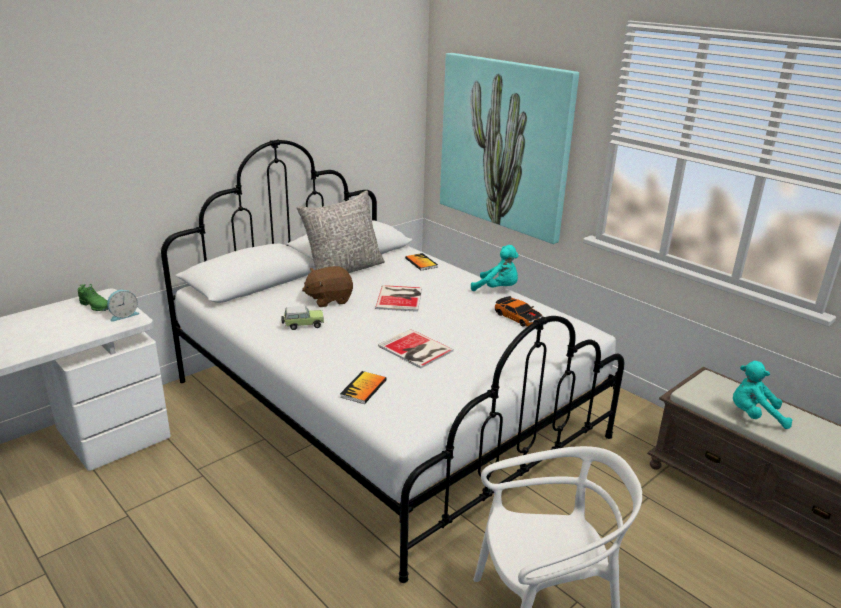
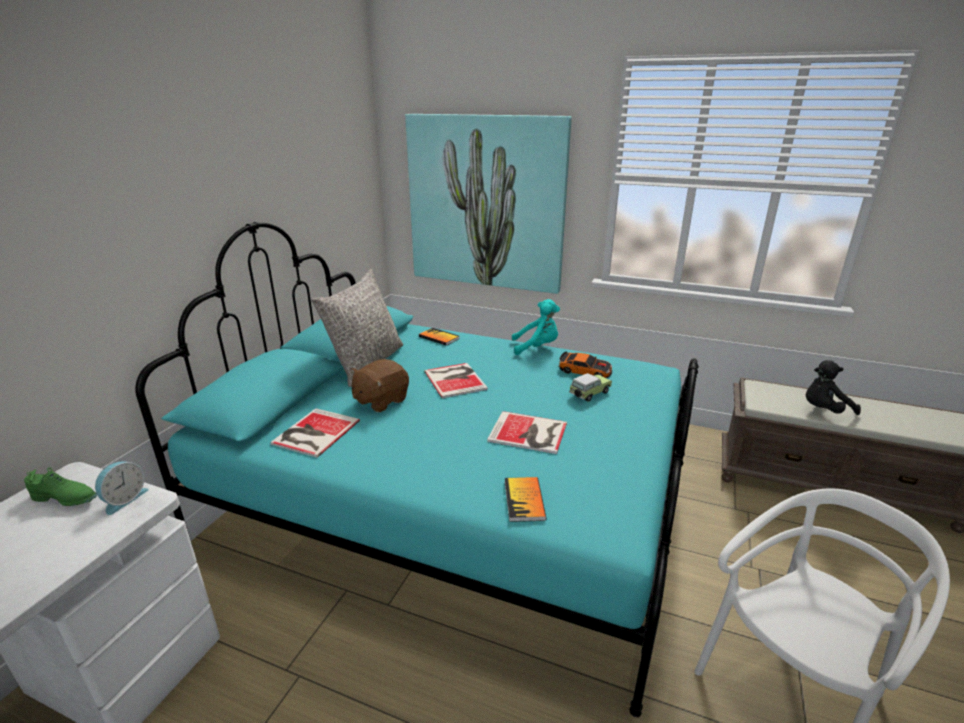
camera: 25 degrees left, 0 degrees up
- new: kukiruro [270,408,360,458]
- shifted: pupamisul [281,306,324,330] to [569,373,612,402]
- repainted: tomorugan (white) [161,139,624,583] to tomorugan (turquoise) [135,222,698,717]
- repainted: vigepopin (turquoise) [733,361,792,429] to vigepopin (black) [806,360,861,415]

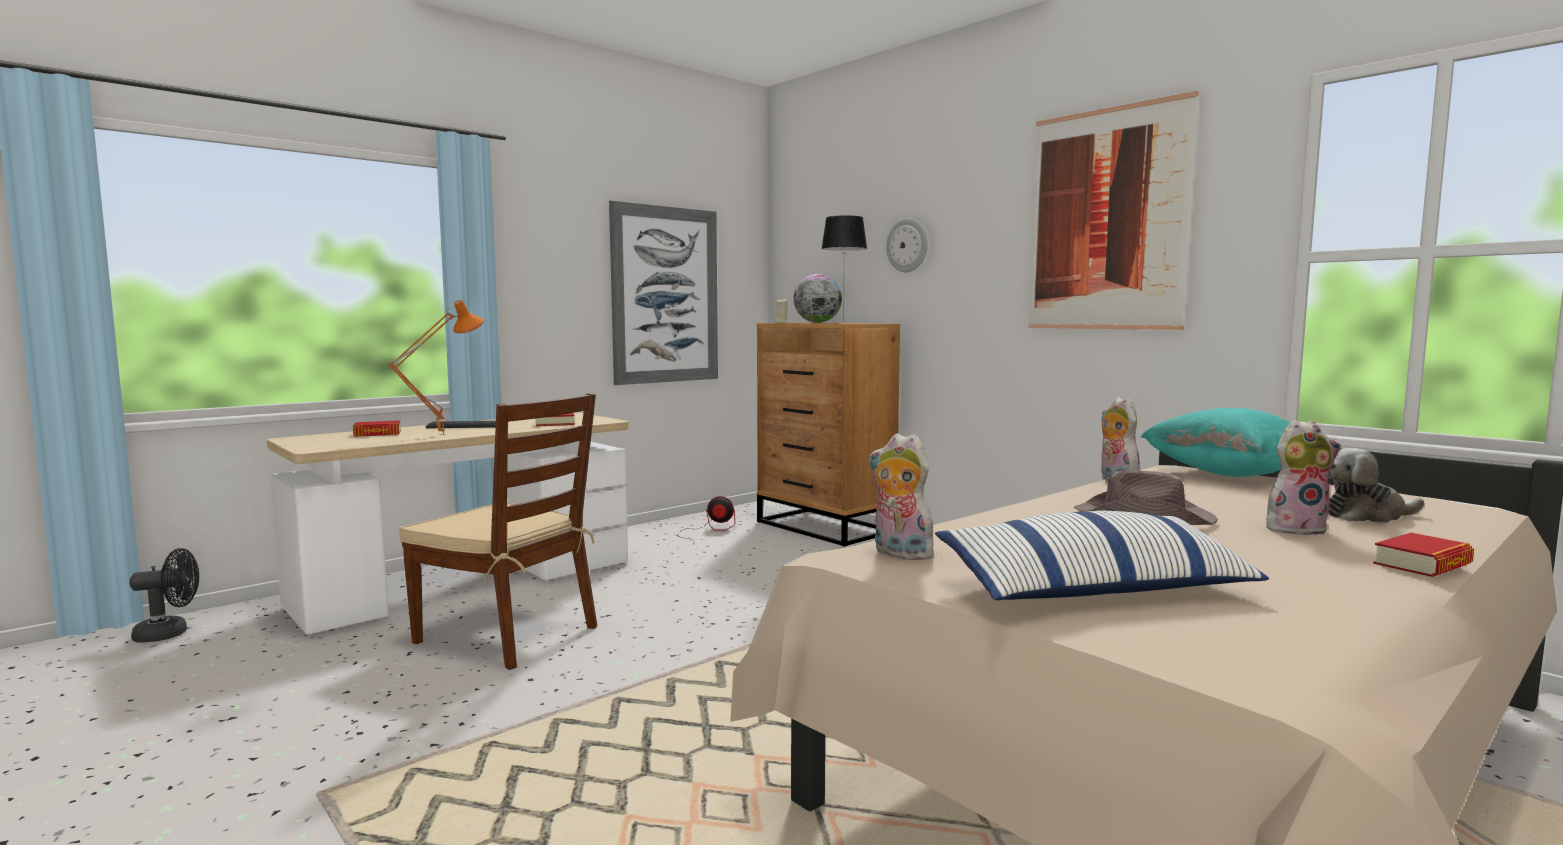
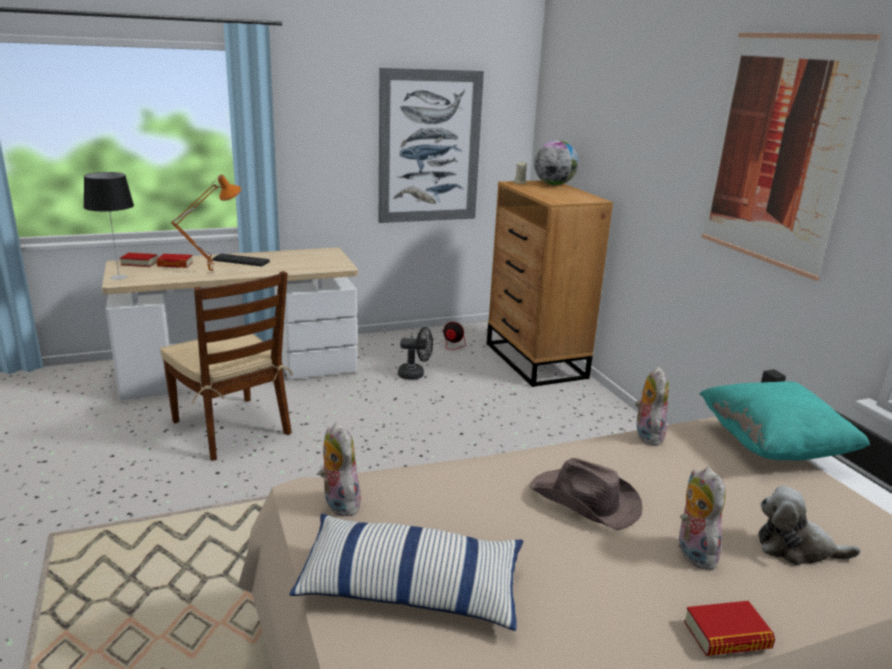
camera: 20 degrees right, 15 degrees up
- gone: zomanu [886,219,928,272]
- shifted: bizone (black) [129,548,199,643] to [398,327,433,380]
- shifted: kukiruro [536,413,575,426] to [120,253,158,267]
- shifted: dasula [821,216,867,321] to [84,172,134,280]
- rotated: vigepopin [1266,420,1341,535] = [678,467,726,570] 120 degrees counterclockwise

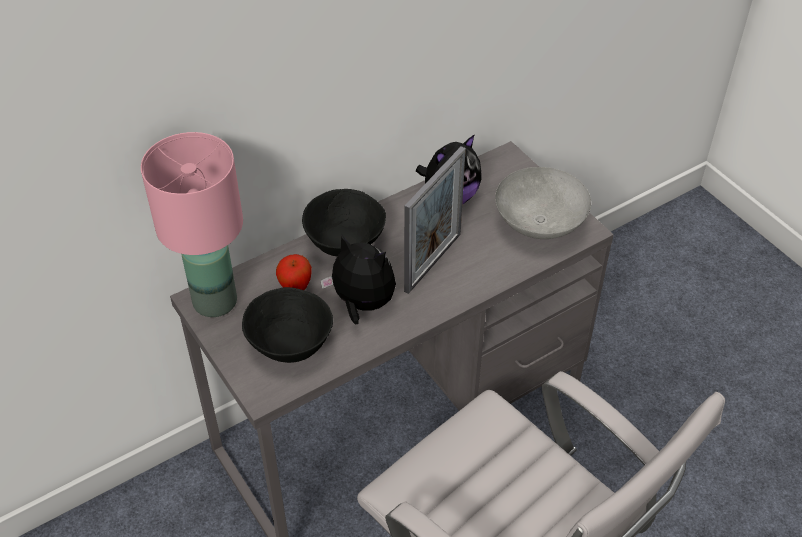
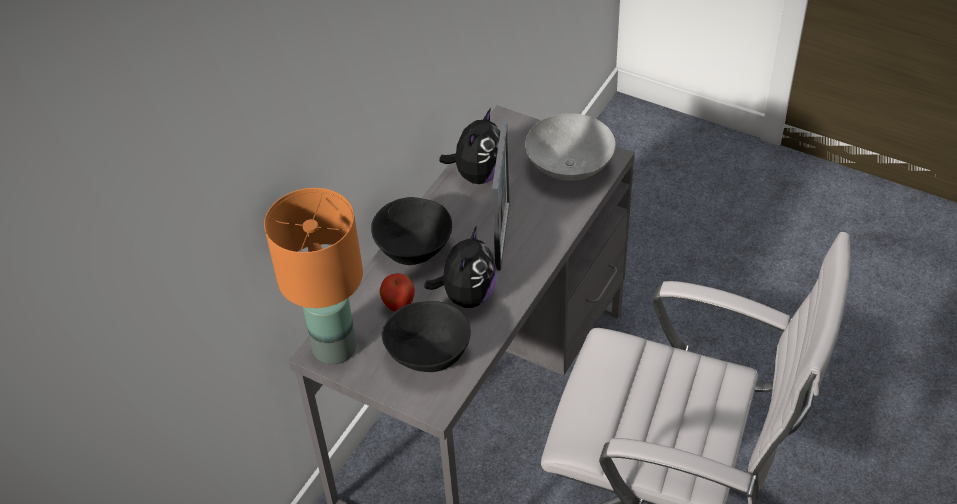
camera: 25 degrees left, 0 degrees up
- repainted: dasula (pink) [141,132,243,317] to dasula (orange) [264,188,363,365]
- rotated: vigepopin [320,234,396,325] = [424,226,497,308] 105 degrees clockwise

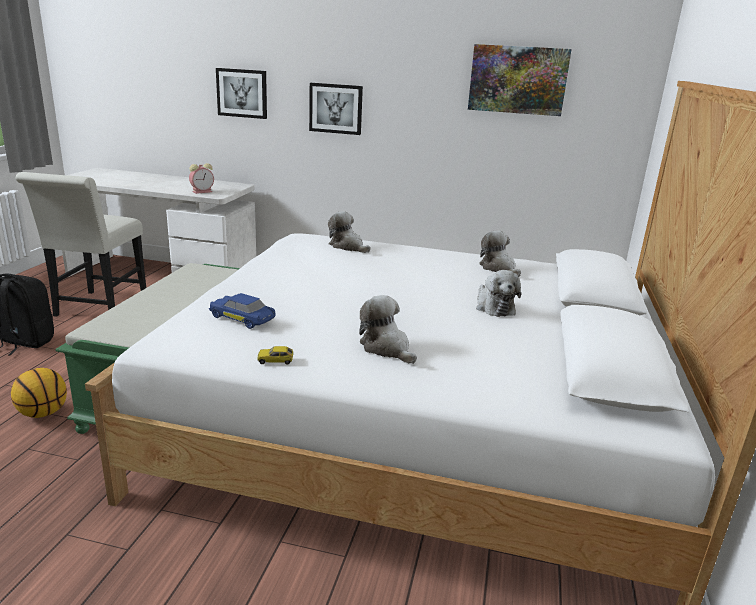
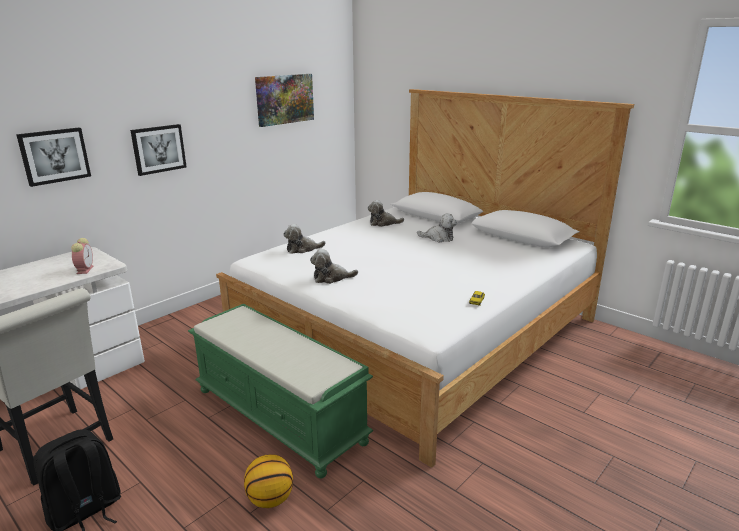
camera: 60 degrees left, 0 degrees up
- gone: pupamisul (blue) [209,293,276,329]
- shifted: vigepopin [359,295,417,364] to [310,249,358,284]

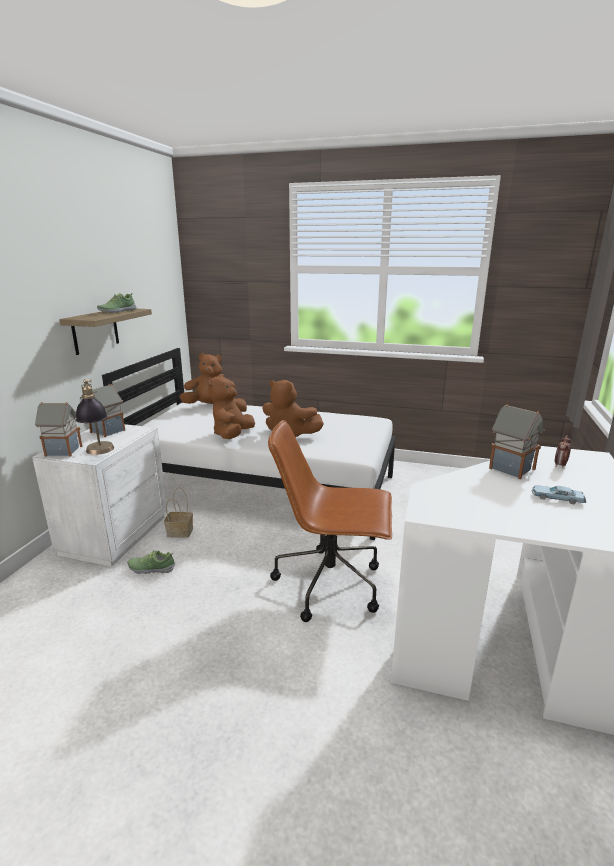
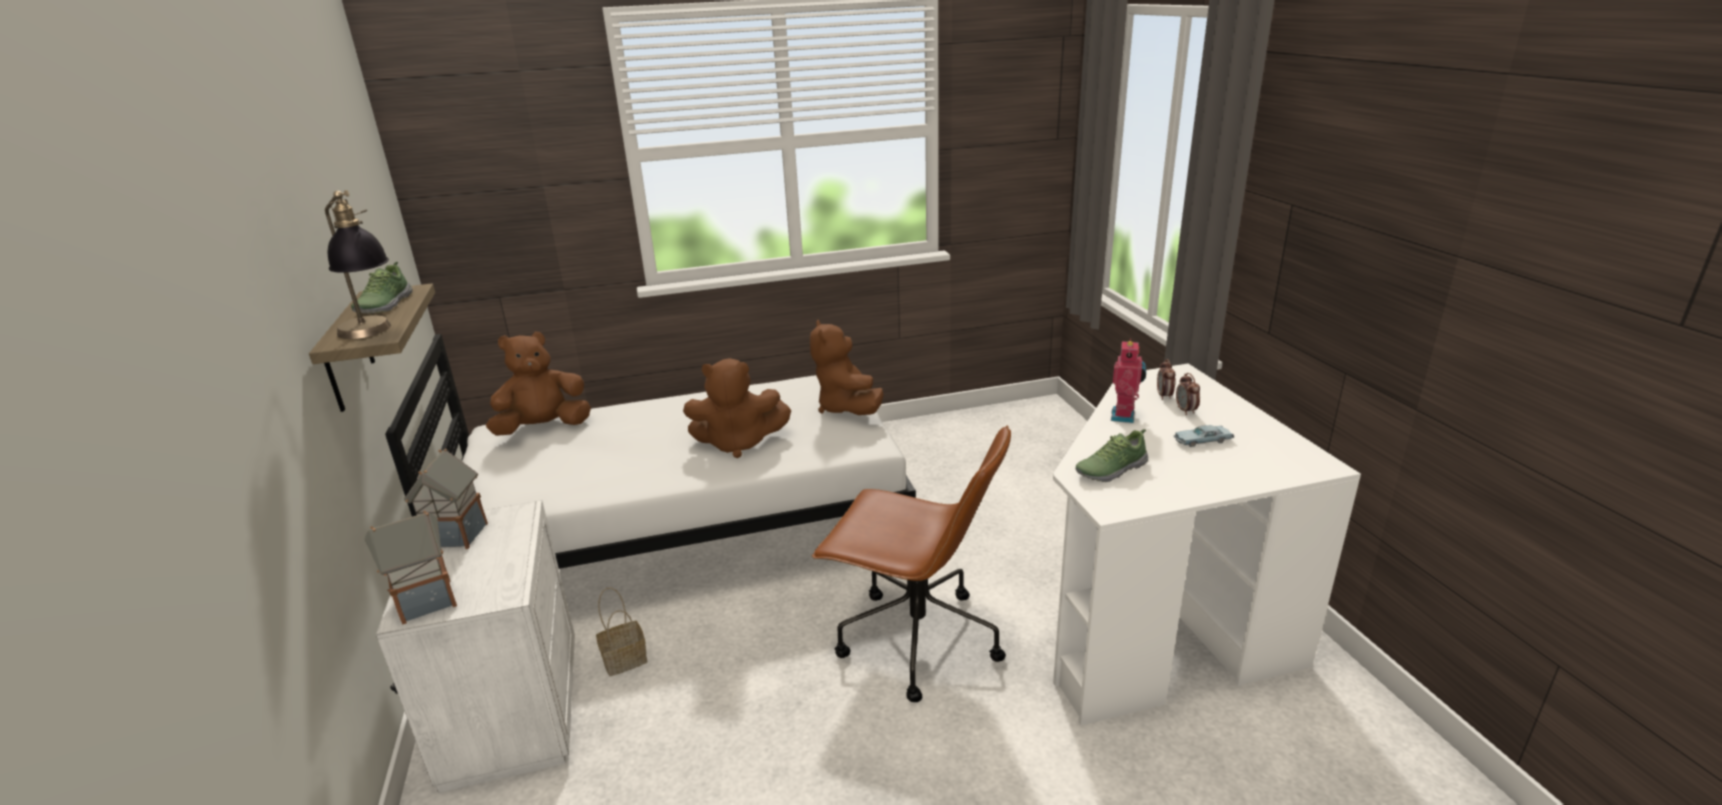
camera: 30 degrees left, 5 degrees up
- new: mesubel [1176,373,1200,415]
- shifted: dasula [76,379,114,455] to [325,190,391,339]
- shifted: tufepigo [127,550,175,574] to [1076,429,1148,482]
- shifted: vigepopin (brown) [208,374,255,439] to [810,320,884,415]
- swapped: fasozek [489,404,545,479] to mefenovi [1111,339,1146,423]
- rotated: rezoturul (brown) [268,420,392,622] = [812,425,1011,702] 135 degrees counterclockwise

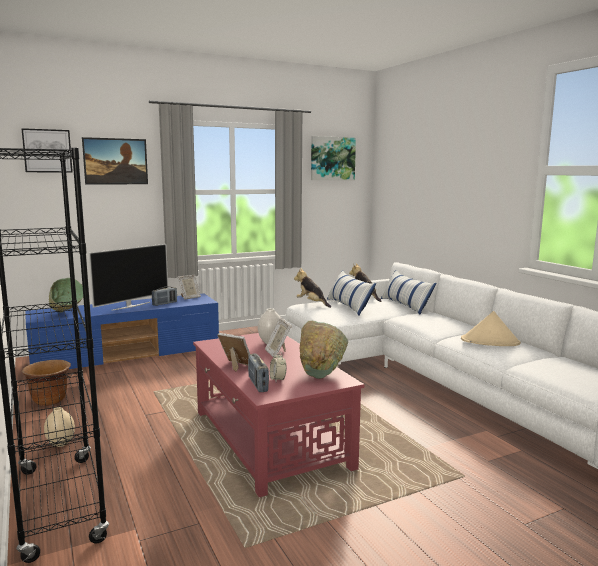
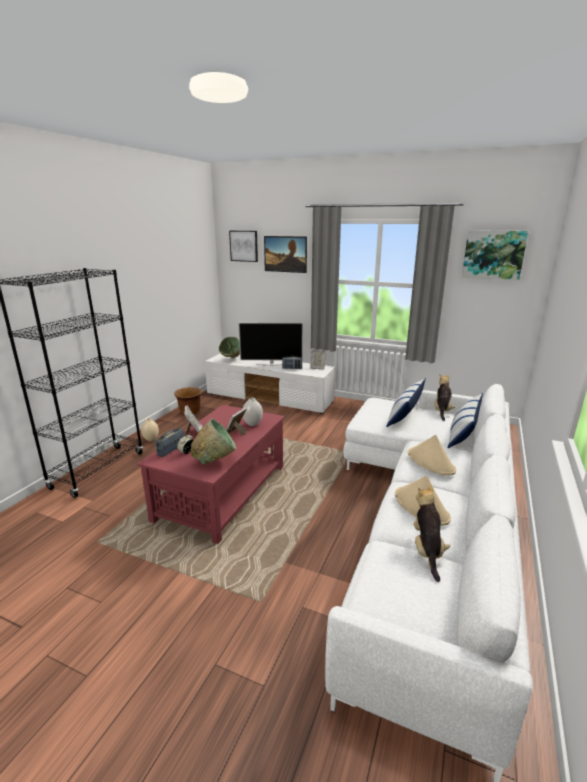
camera: 50 degrees right, 10 degrees up
- new: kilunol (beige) [408,435,456,476]
- shifted: vigepopin [294,268,331,308] to [413,484,450,582]
- repainted: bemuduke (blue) [25,293,219,369] to bemuduke (white) [205,354,336,414]

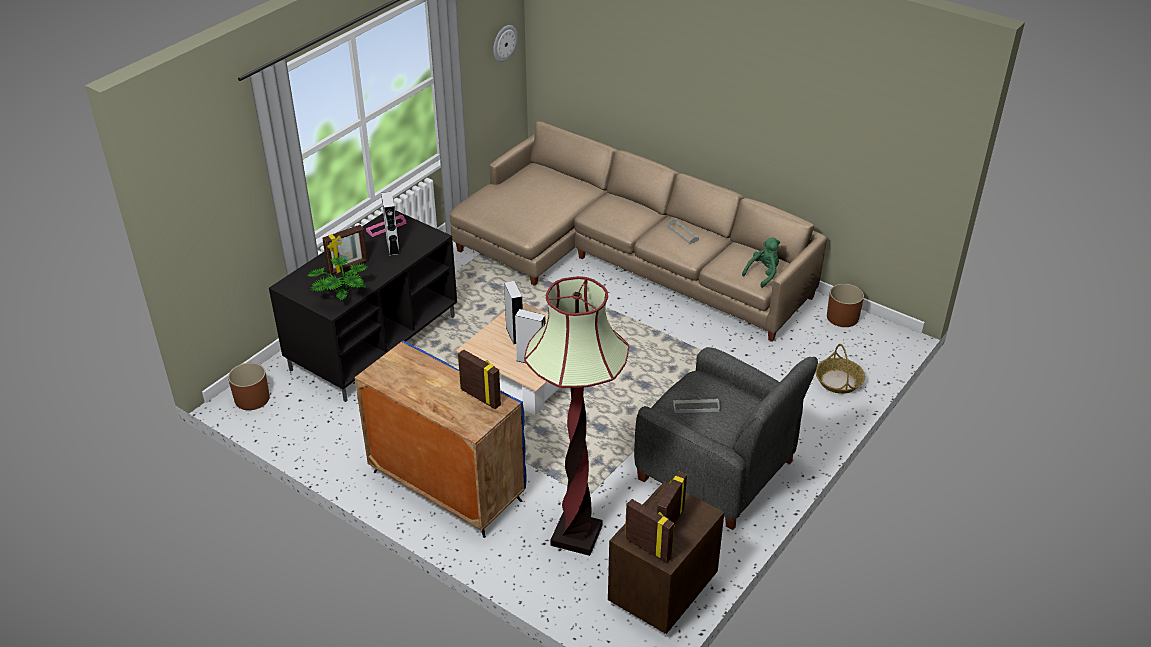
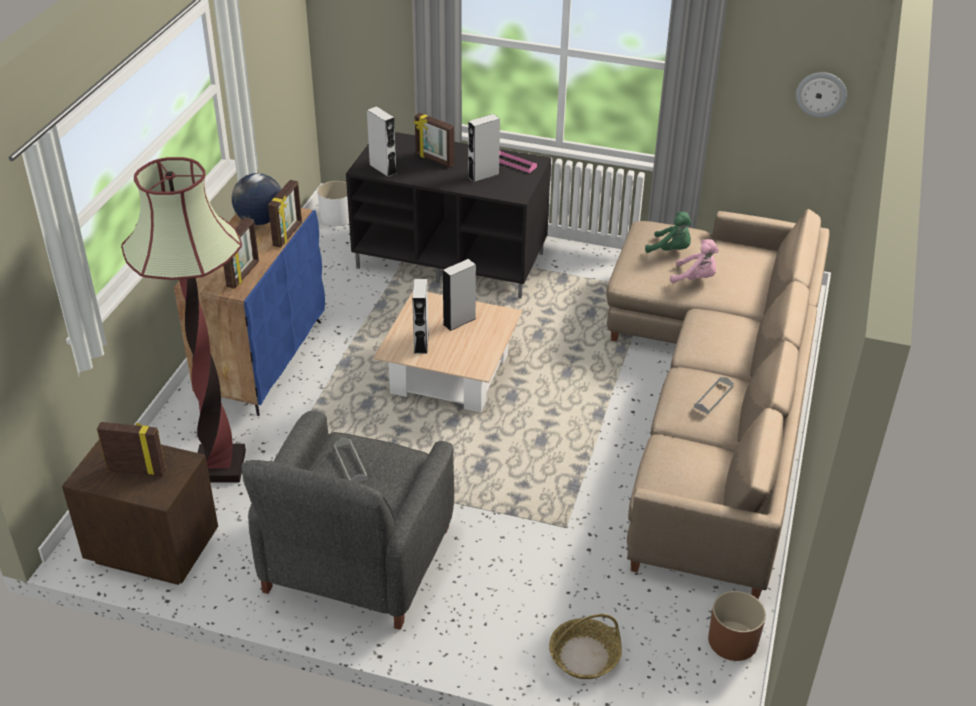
camera: 70 degrees right, 0 degrees up
- new: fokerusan [232,173,281,225]
- new: vigepopin (pink) [670,239,719,283]
- shifted: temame [625,499,675,563] to [268,180,302,248]
- shifted: vigepopin (green) [742,237,780,288] to [645,212,692,253]
- swapped: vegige [307,257,368,301] to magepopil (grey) [367,106,397,177]
- repainted: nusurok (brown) [228,363,270,410] to nusurok (white) [318,181,349,226]

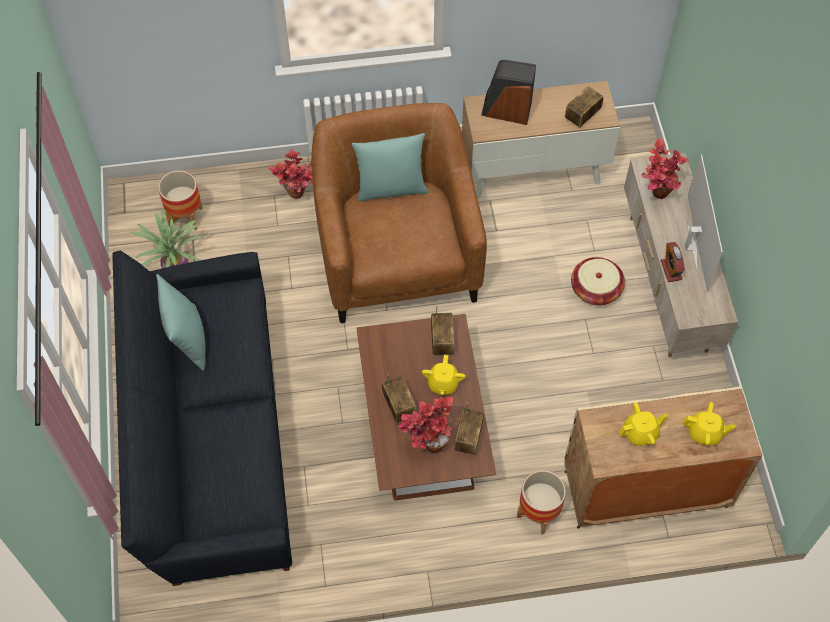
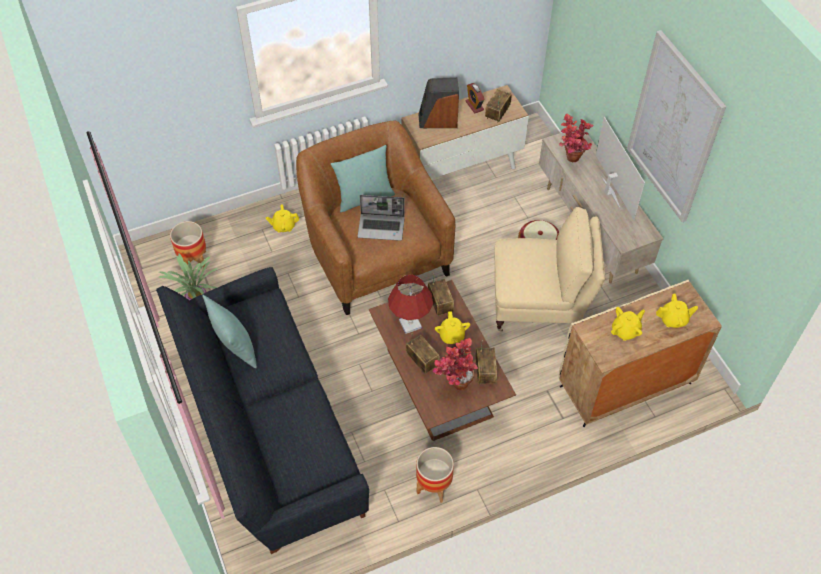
camera: 15 degrees left, 5 degrees down
- new: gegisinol [358,195,405,241]
- new: dasula (red) [388,275,433,334]
- new: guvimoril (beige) [494,207,605,332]
- new: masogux [627,30,726,222]
- shifted: nusurok [517,470,566,535] to [416,447,454,503]
- shifted: mesubel [661,242,685,282] to [466,83,484,113]
- swapped: vegige [268,149,313,199] to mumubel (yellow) [266,204,299,232]

